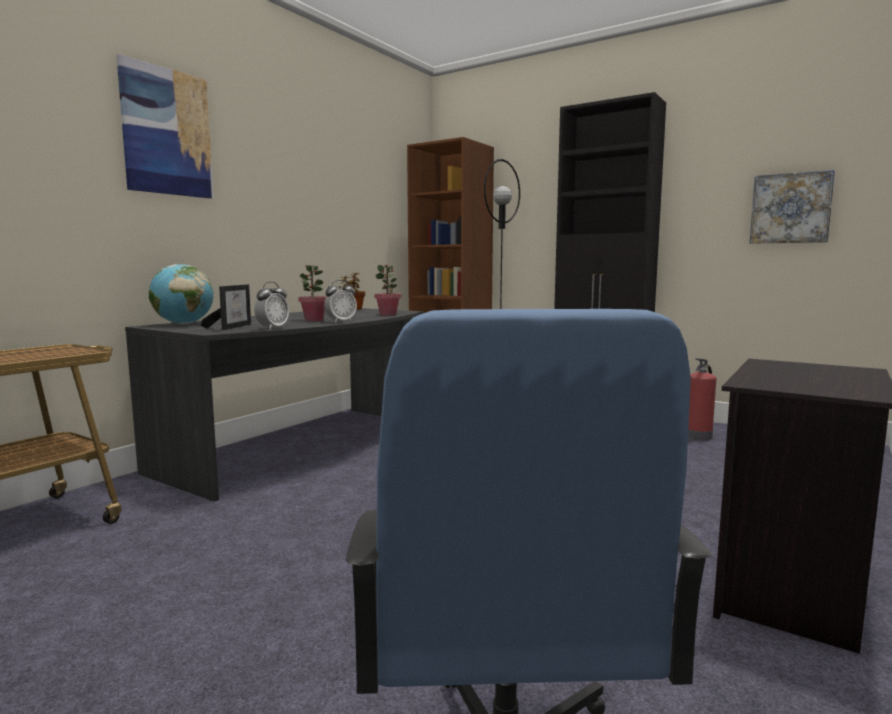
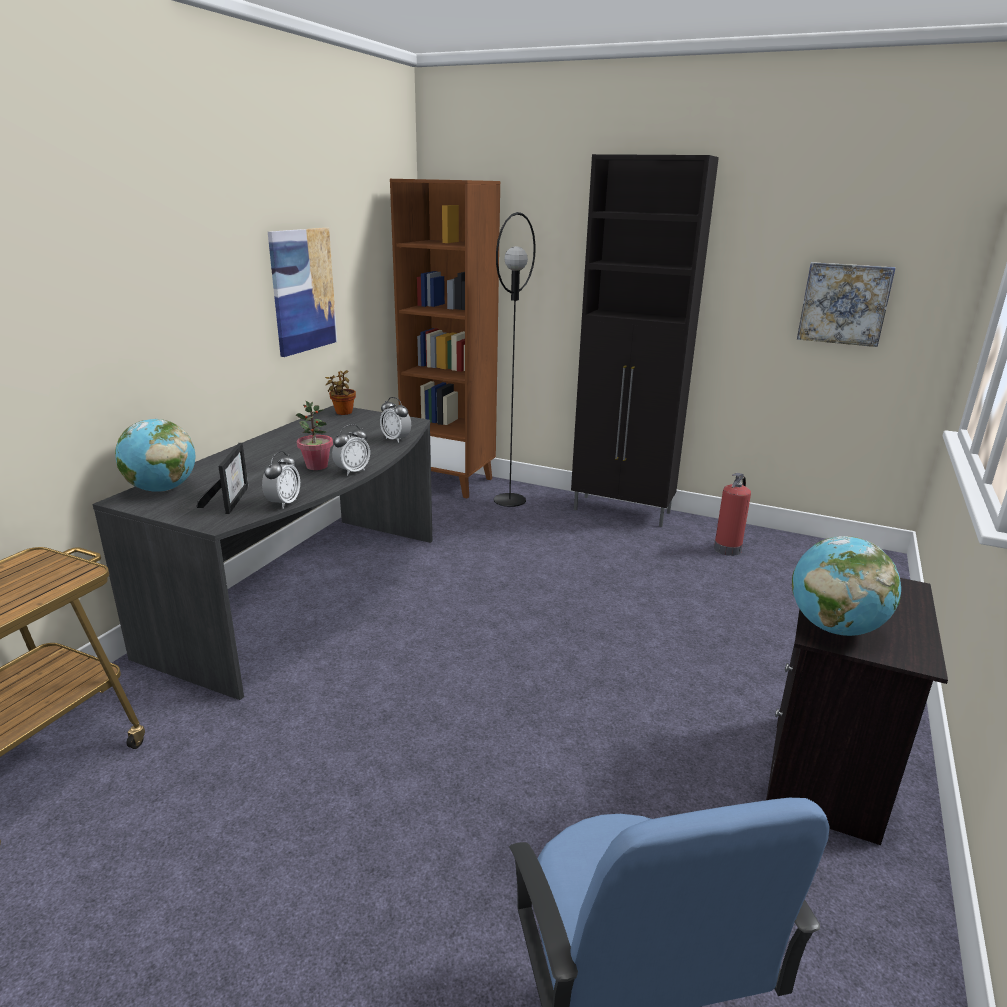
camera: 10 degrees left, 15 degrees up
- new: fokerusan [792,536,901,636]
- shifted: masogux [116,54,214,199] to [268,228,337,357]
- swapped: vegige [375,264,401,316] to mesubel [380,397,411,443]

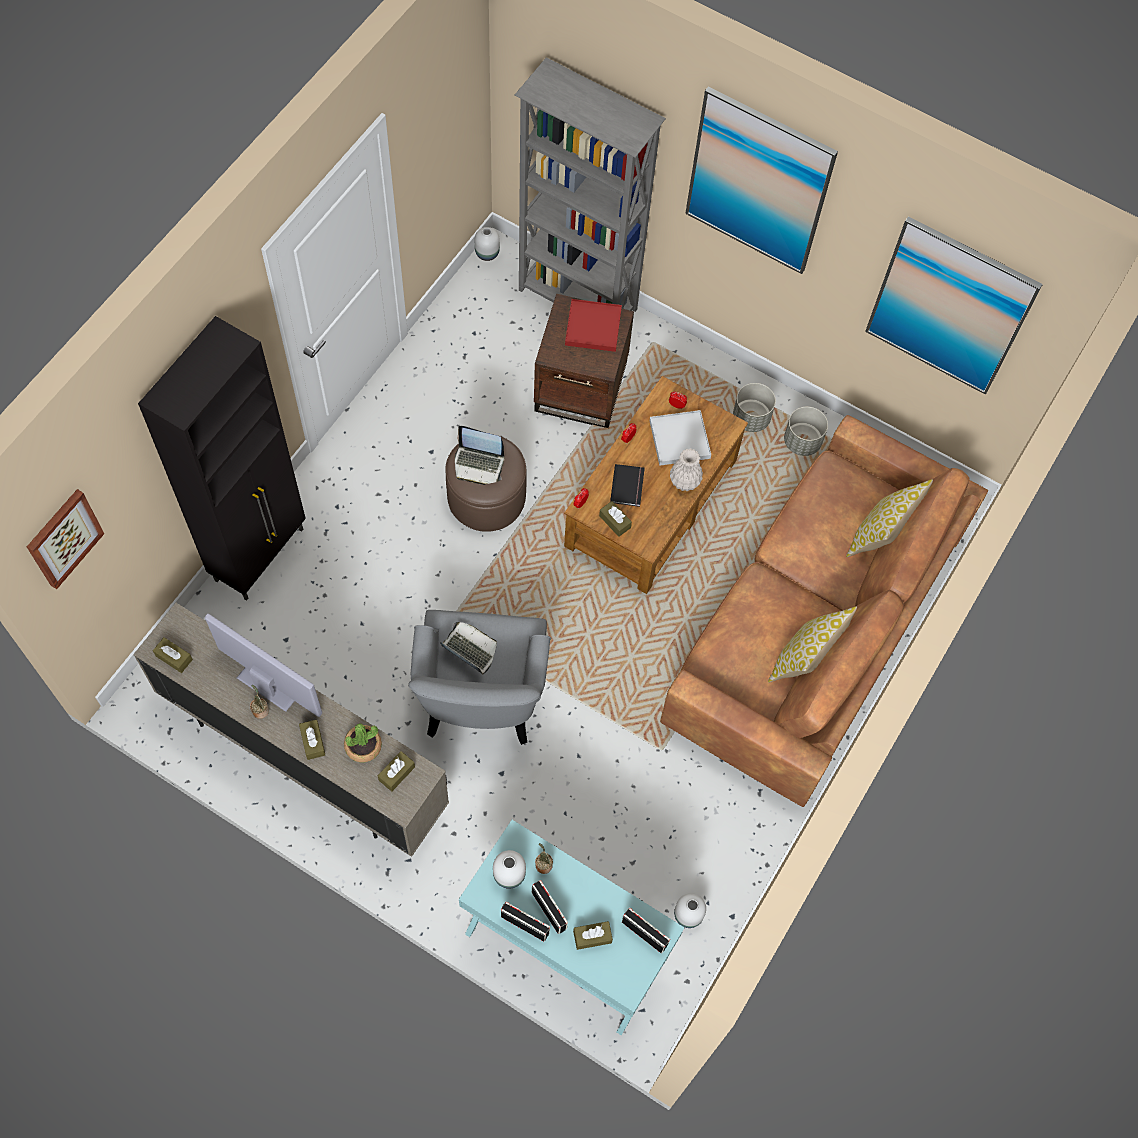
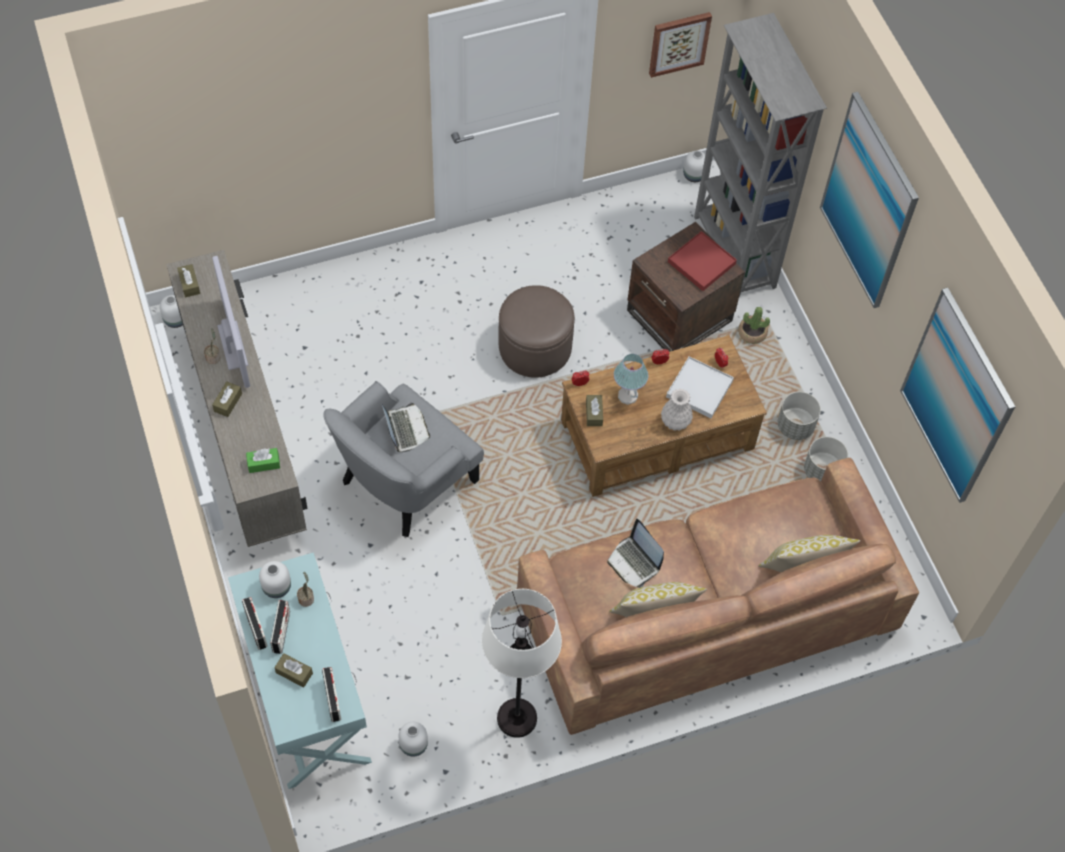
camera: 40 degrees right, 5 degrees down
- gone: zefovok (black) [138,316,306,601]
- new: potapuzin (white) [160,295,183,328]
- new: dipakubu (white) [481,589,562,738]
- shifted: masogux [27,489,104,589] to [649,12,712,78]
- shifted: vegige [344,723,382,763] to [738,307,770,344]
- shifted: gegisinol [455,426,504,485] to [607,519,664,588]
- swapped: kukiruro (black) [610,464,645,507] to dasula [614,354,648,405]
- repainted: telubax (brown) [378,751,415,792] to telubax (green) [246,448,280,473]

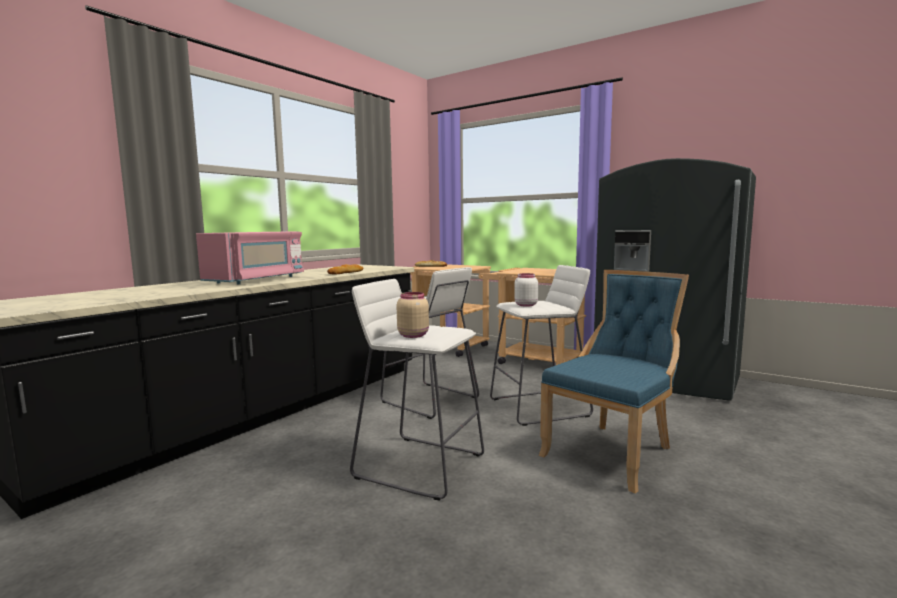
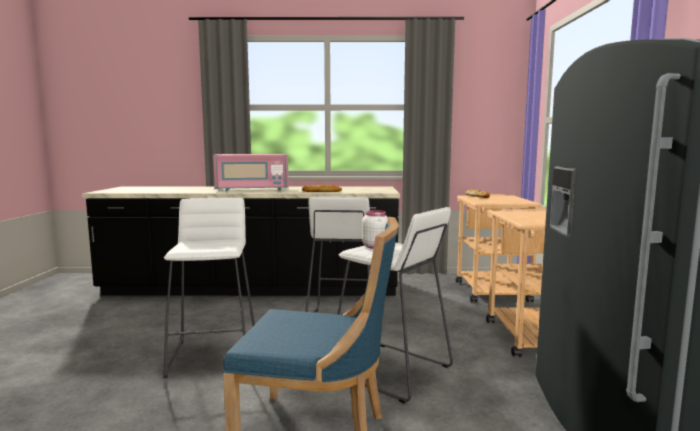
camera: 55 degrees right, 0 degrees up
- gone: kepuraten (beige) [397,292,429,338]

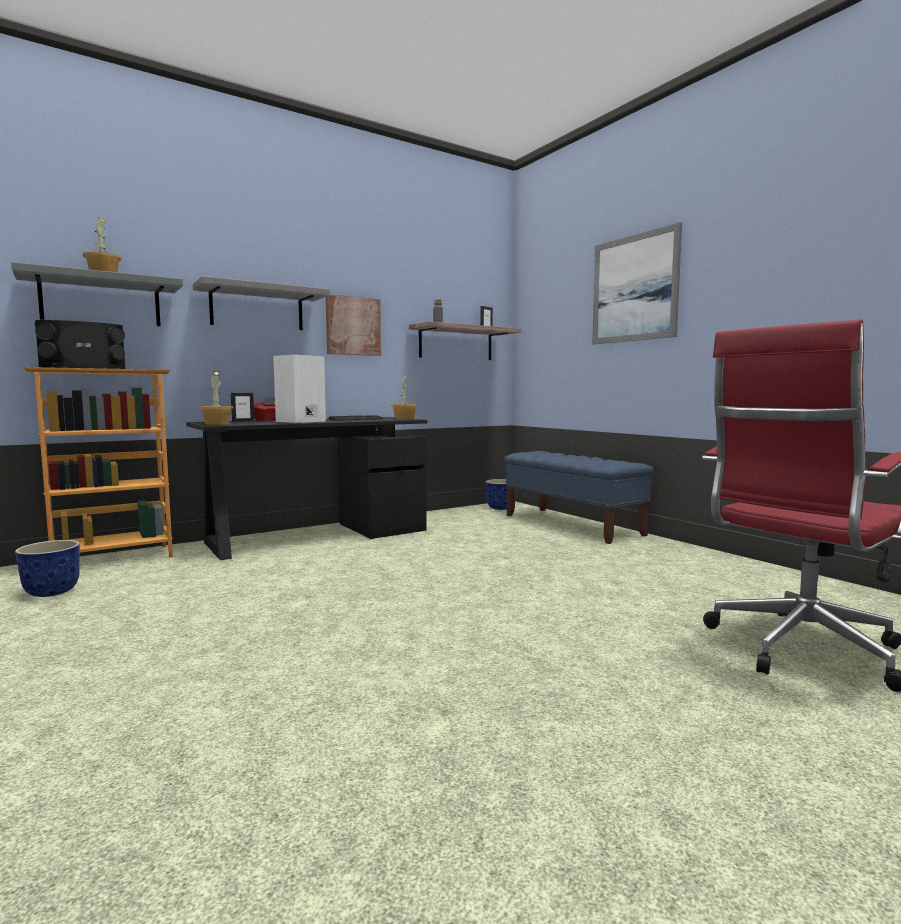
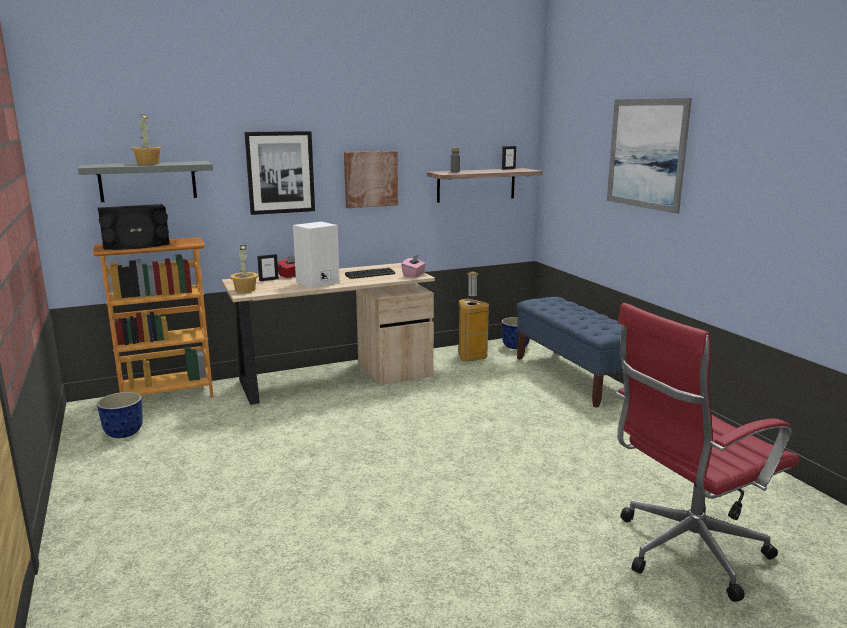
camera: 10 degrees right, 10 degrees up
- new: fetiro [458,272,489,362]
- swapped: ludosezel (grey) [193,276,330,330] to masogux [244,131,315,215]
- swapped: vegige [391,374,418,420] to telubax (pink) [401,255,426,278]
- repainted: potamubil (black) [186,417,427,560] to potamubil (beige) [221,263,435,405]

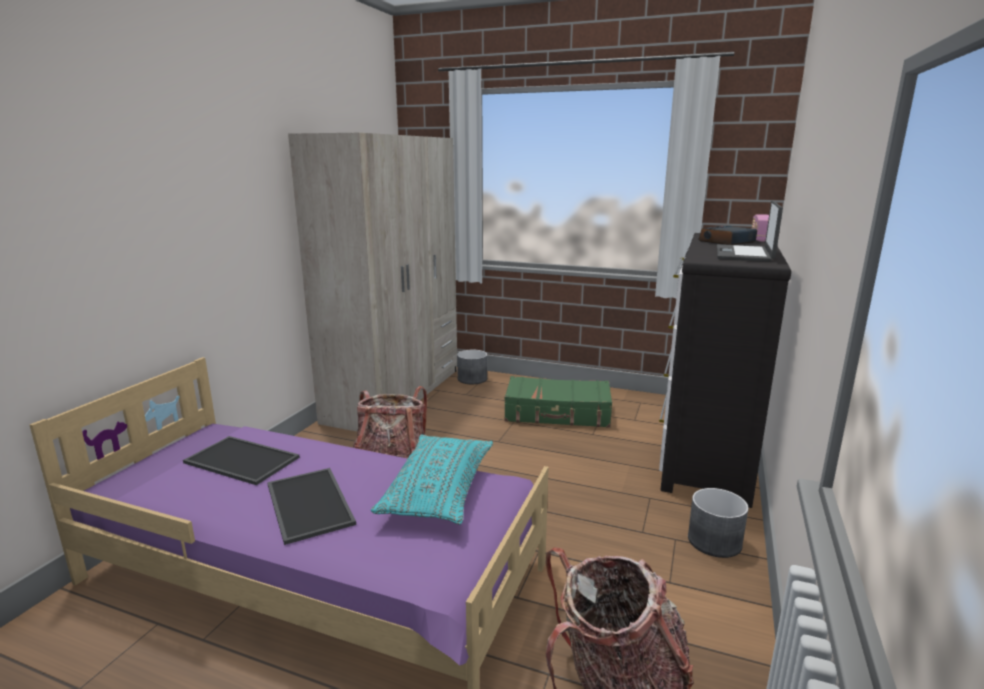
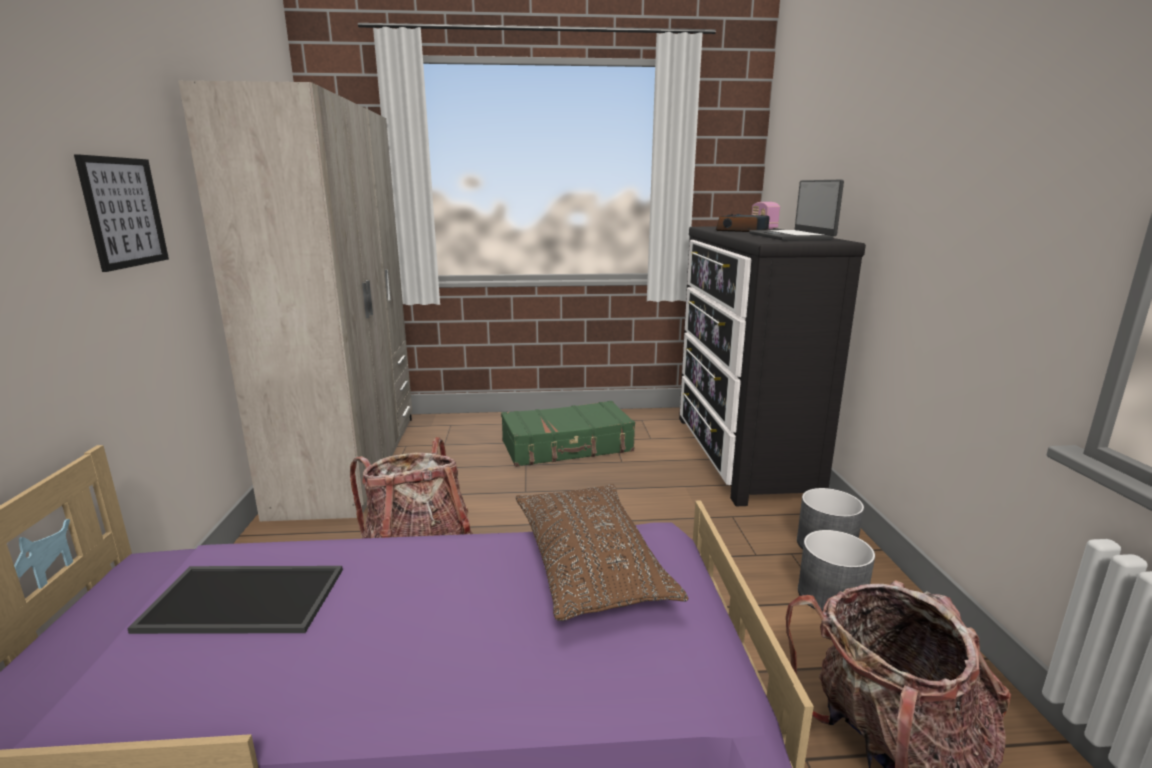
camera: 25 degrees left, 0 degrees up
- gone: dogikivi [267,468,356,545]
- new: masogux [74,154,169,272]
- shifted: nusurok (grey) [457,350,487,384] to [798,530,875,612]
- repainted: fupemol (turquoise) [371,435,493,525] to fupemol (brown) [516,484,688,621]

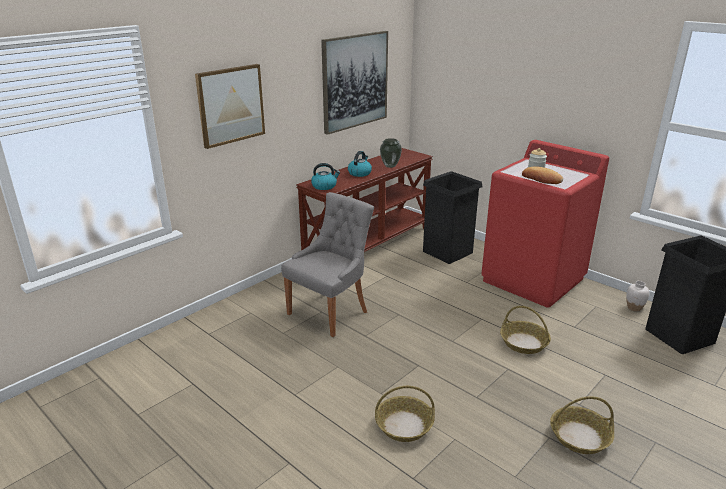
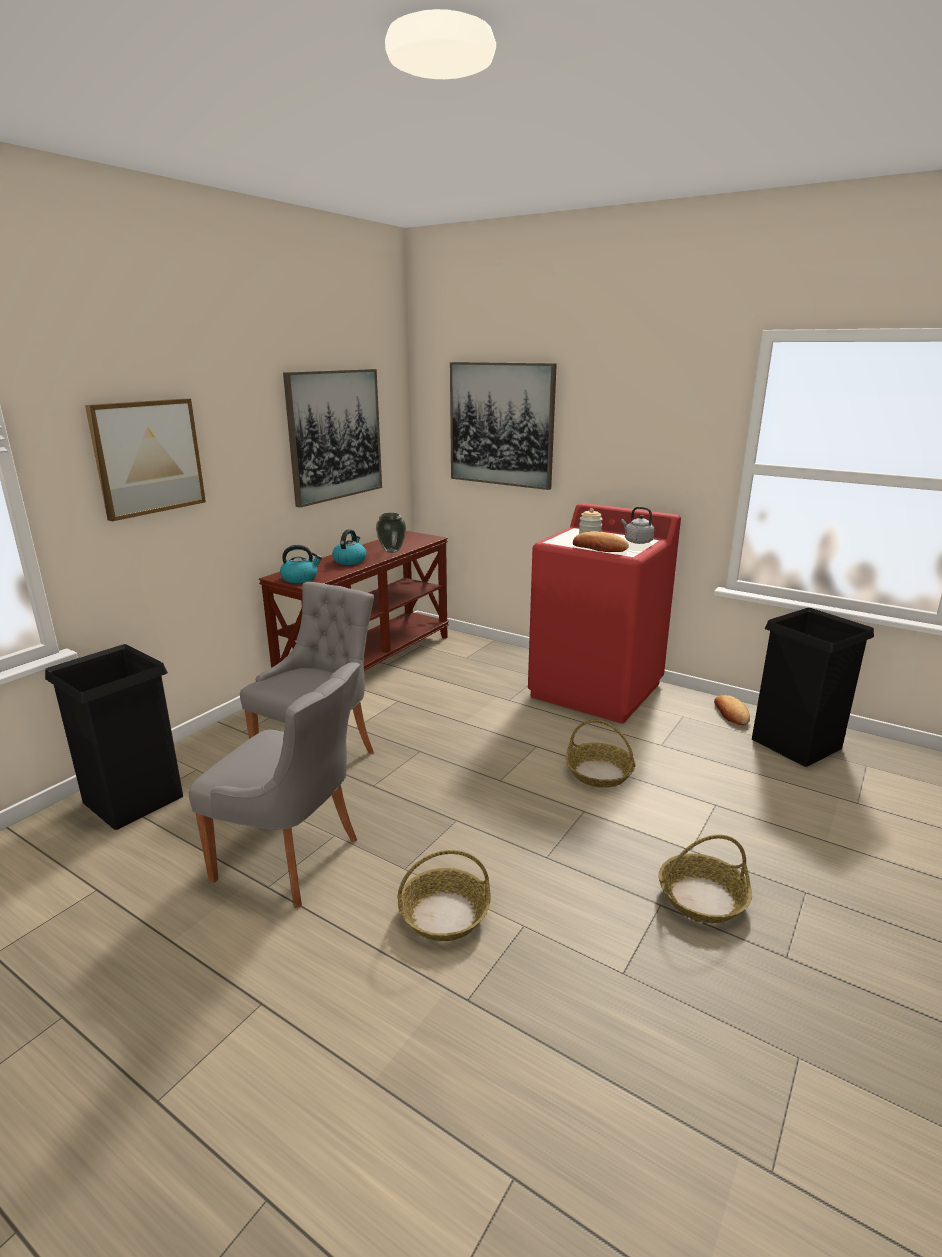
camera: 10 degrees left, 5 degrees down
- new: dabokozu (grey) [189,662,361,908]
- new: masogux [450,362,557,490]
- new: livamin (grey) [621,507,655,544]
- shifted: fetiro (black) [423,171,482,264] to [45,644,183,830]
- swapped: potapuzin (white) [626,281,649,311] to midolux [714,695,750,725]

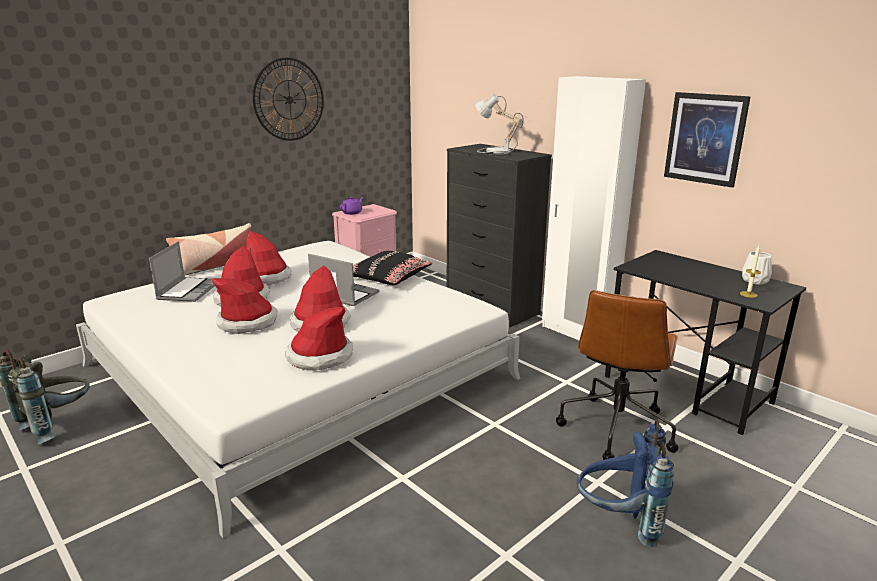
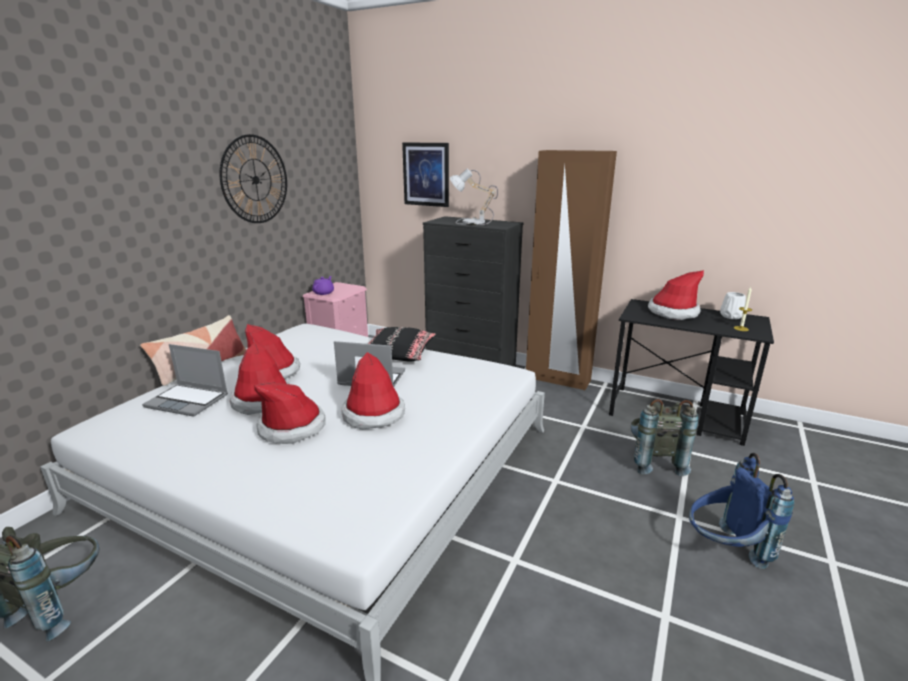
camera: 20 degrees left, 0 degrees up
- shifted: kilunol [286,307,353,370] to [648,270,704,320]
- shifted: masogux [664,92,751,188] to [402,143,449,207]
- swapped: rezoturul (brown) [556,290,678,460] to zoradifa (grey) [631,399,698,476]
- repainted: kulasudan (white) [542,76,646,340] to kulasudan (brown) [526,150,617,390]
- rotated: gegisinol [149,241,215,302] = [142,344,228,417] 120 degrees clockwise

